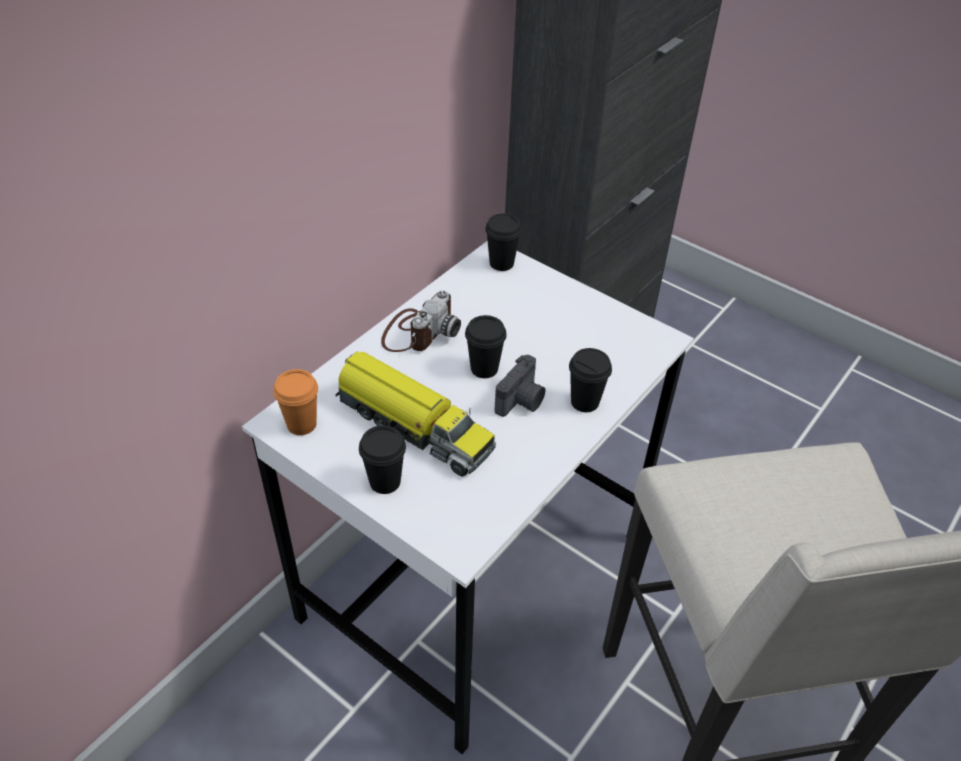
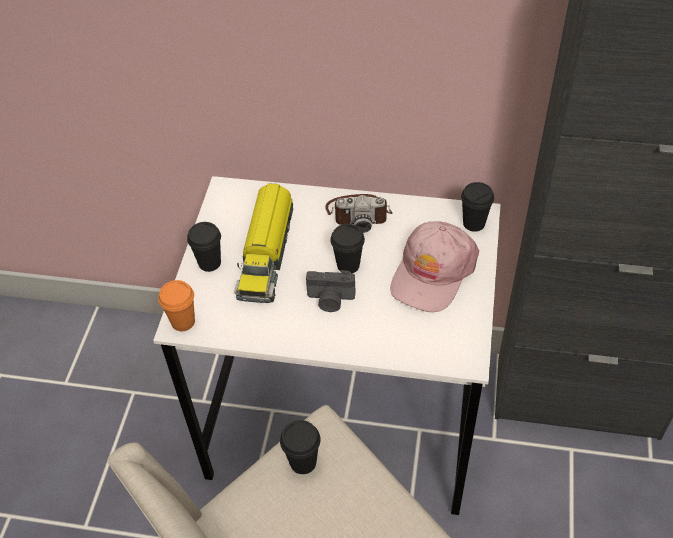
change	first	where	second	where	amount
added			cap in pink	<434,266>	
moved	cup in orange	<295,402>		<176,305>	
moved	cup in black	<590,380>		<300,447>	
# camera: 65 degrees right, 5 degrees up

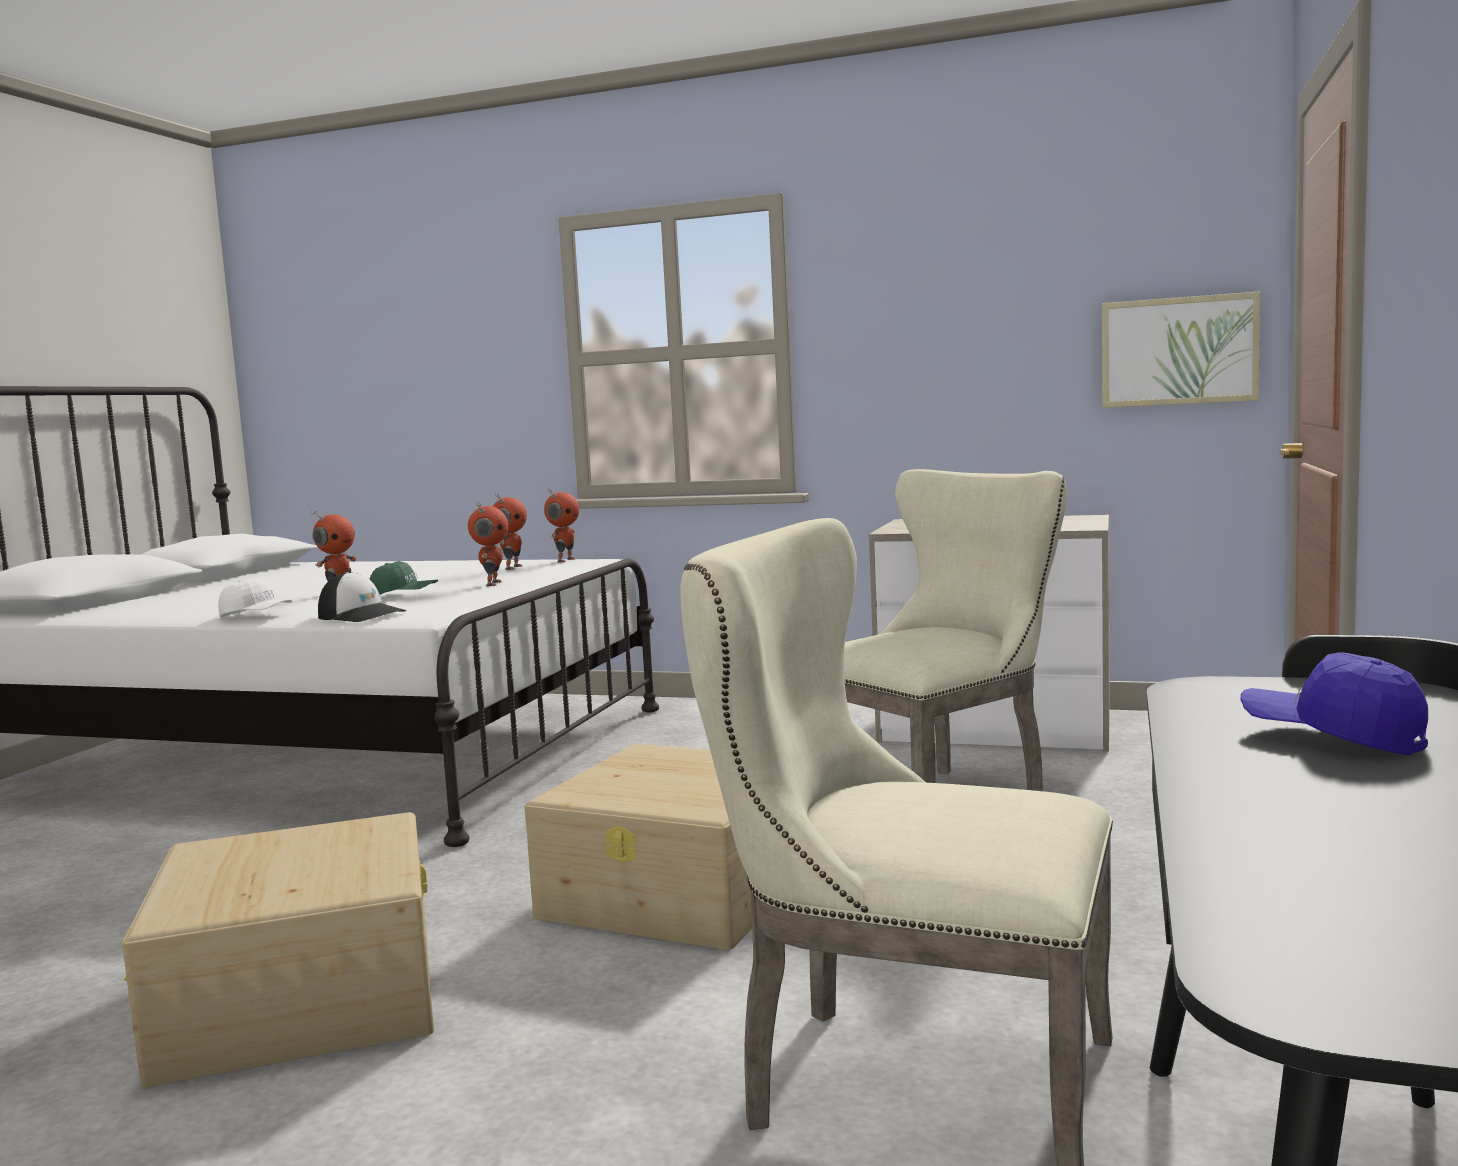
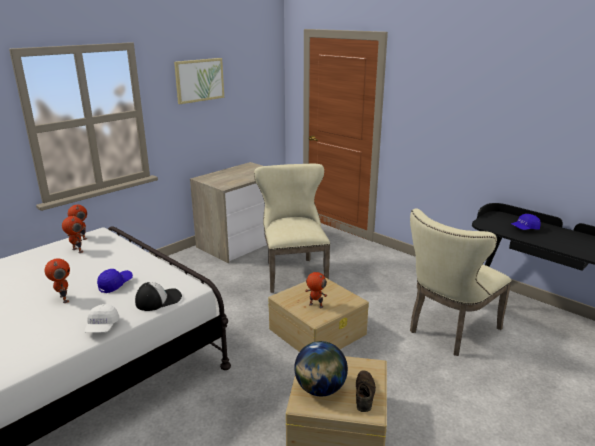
change	first	where	second	where	amount
added			globe	<321,369>	
added			shoe in brown	<366,391>	
moved	toy robot	<488,544>		<316,290>	
moved	picture	<1181,350>		<199,81>	
recoloured	cap in green	<404,578>	cap in blue	<115,281>	
turned	cap in white	<255,598>		<101,318>	135 degrees clockwise
# camera: 65 degrees left, 15 degrees up

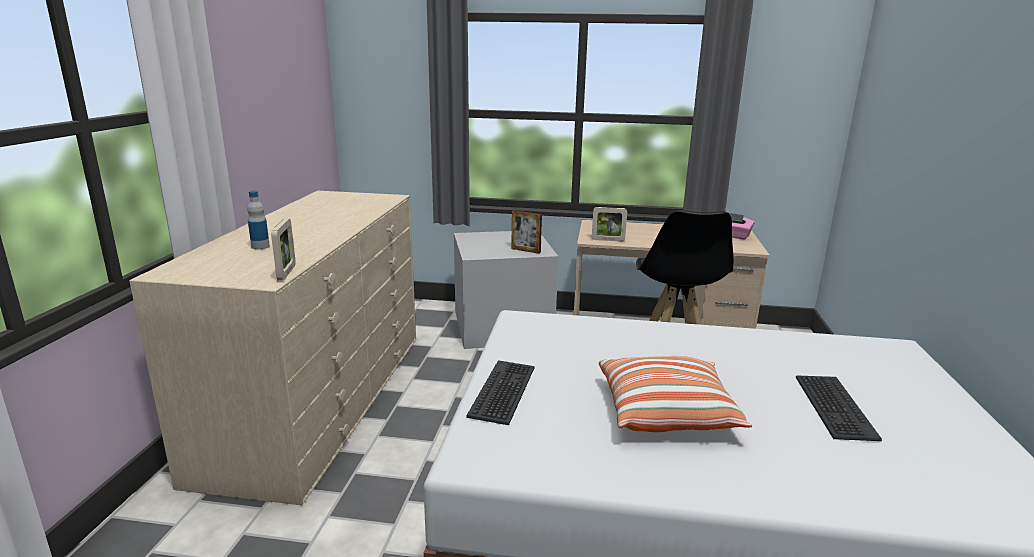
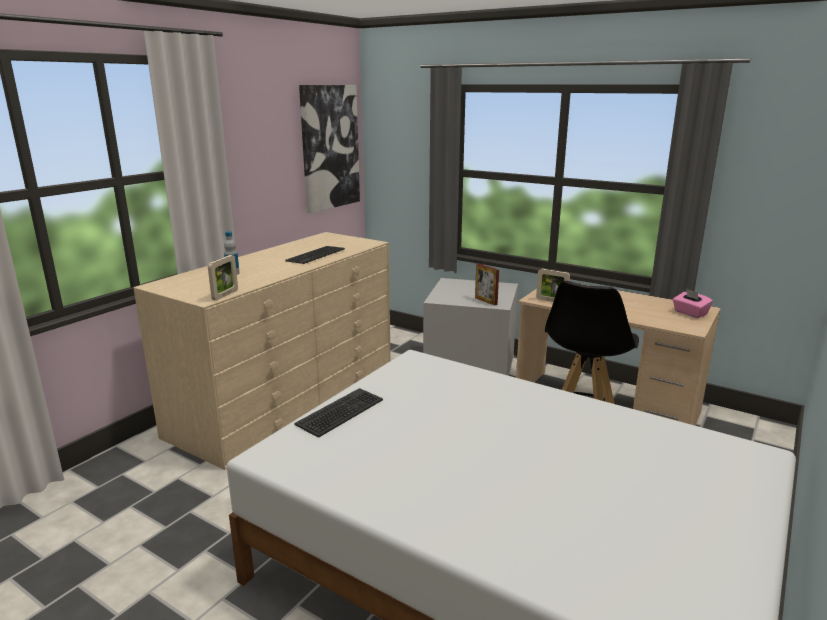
change	first	where	second	where	amount
removed	pillow	<675,394>			
added			picture	<329,149>	
moved	keyboard	<839,408>		<315,255>	
# camera: 25 degrees right, 0 degrees up

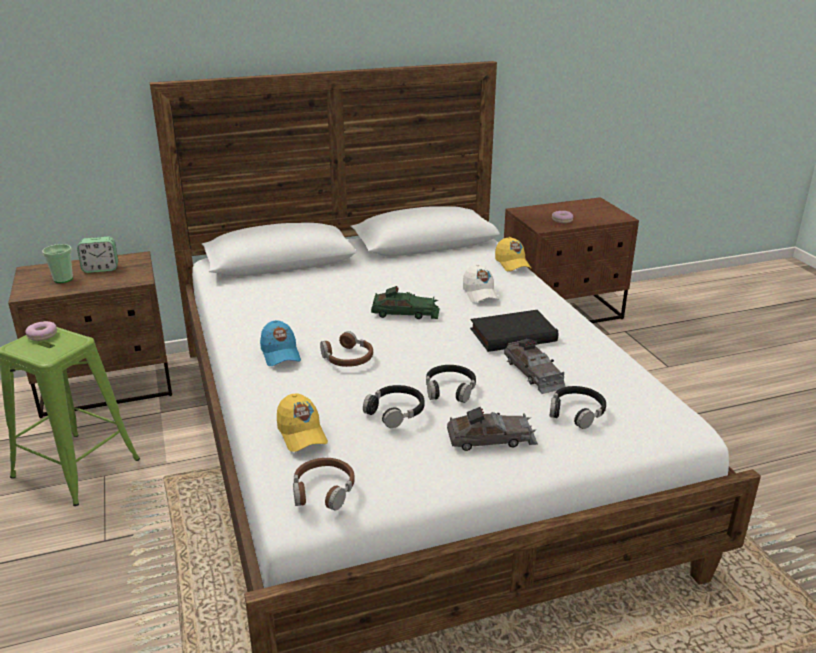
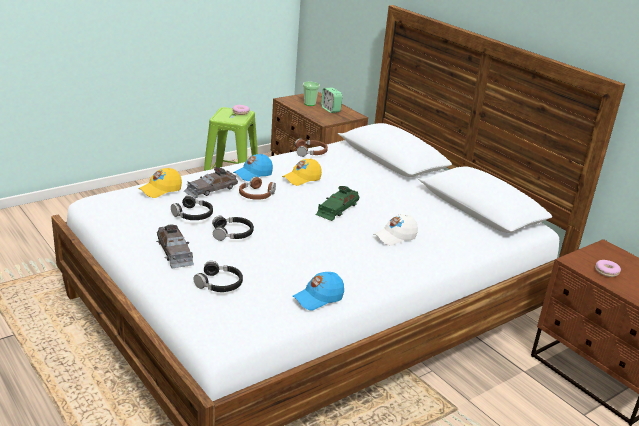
change	first	where	second	where	amount
removed	book in black	<514,331>			
added			cap in blue	<318,291>	
moved	headphones in brown	<324,484>		<311,147>	
moved	cap in yellow	<513,254>		<302,172>	
moved	toy car in grey	<535,366>		<211,182>	
turned	toy car in green	<405,302>		<337,203>	45 degrees clockwise
# camera: 70 degrees right, 0 degrees up

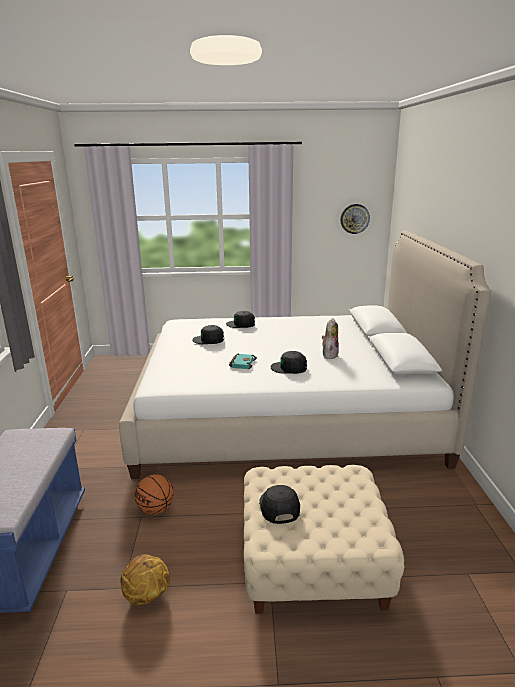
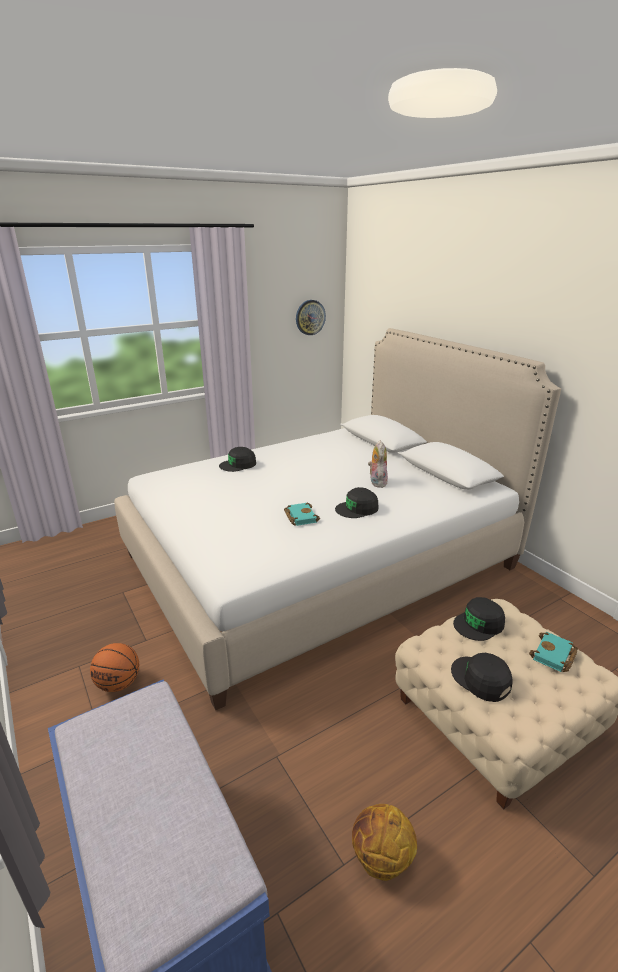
change	first	where	second	where	amount
added			book in turquoise	<553,652>	
moved	basketball	<154,494>		<114,667>	
moved	cap in black	<208,334>		<479,619>	
# camera: 30 degrees left, 5 degrees up

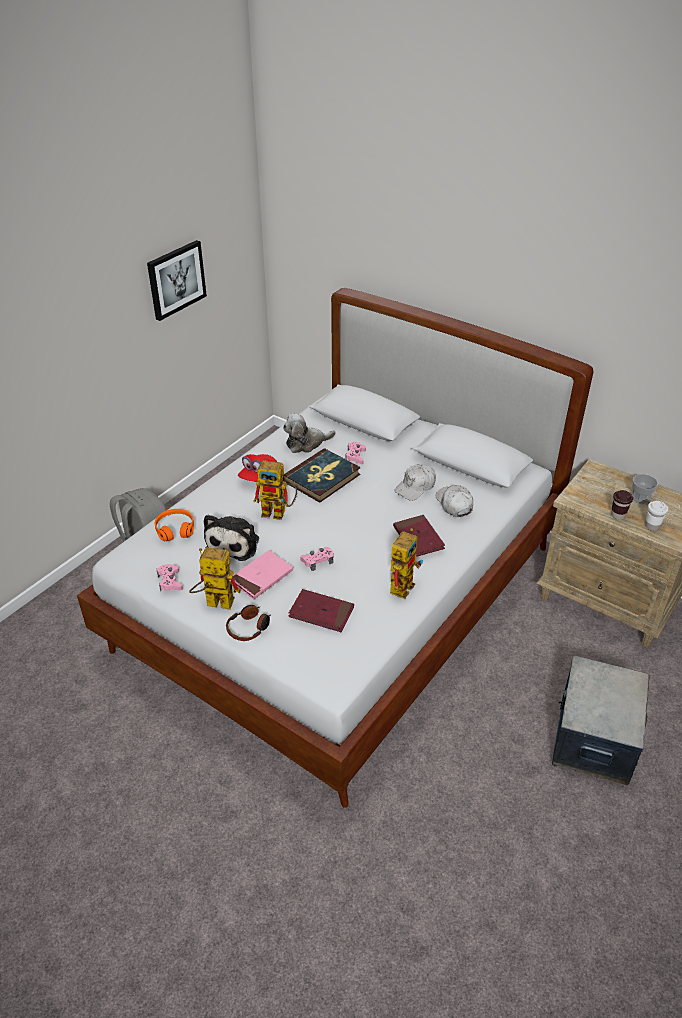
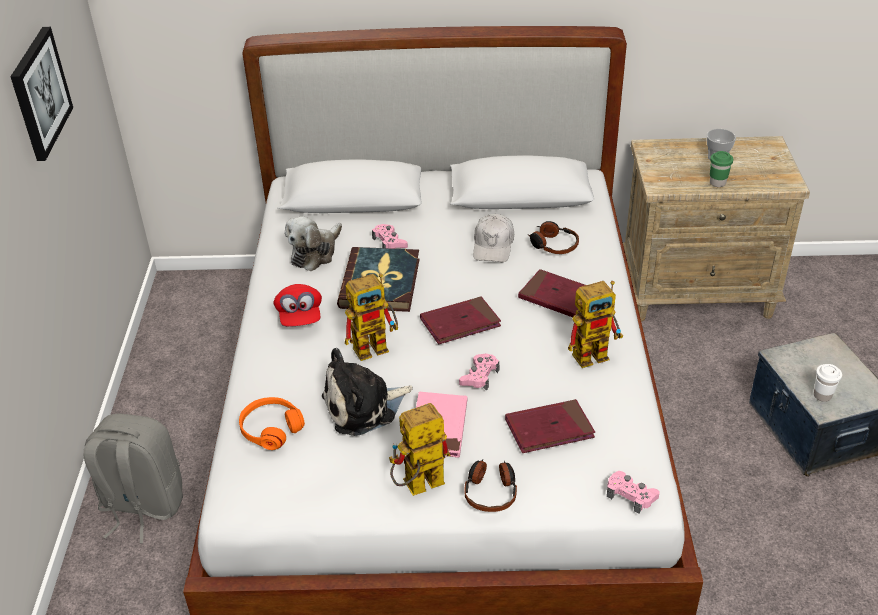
change	first	where	second	where	amount
added			book in red	<460,320>	
moved	game controller in pink	<170,578>		<633,492>	
moved	cup in white	<656,516>		<828,383>	
replaced	cap in white	<454,501>	headphones	<553,237>	
recoloured	cup in brown	<622,505>	cup in green	<721,169>	
turned	plush toy	<231,538>		<367,392>	90 degrees clockwise
turned	toy robot	<406,563>		<595,324>	75 degrees clockwise
# camera: 35 degrees left, 0 degrees up

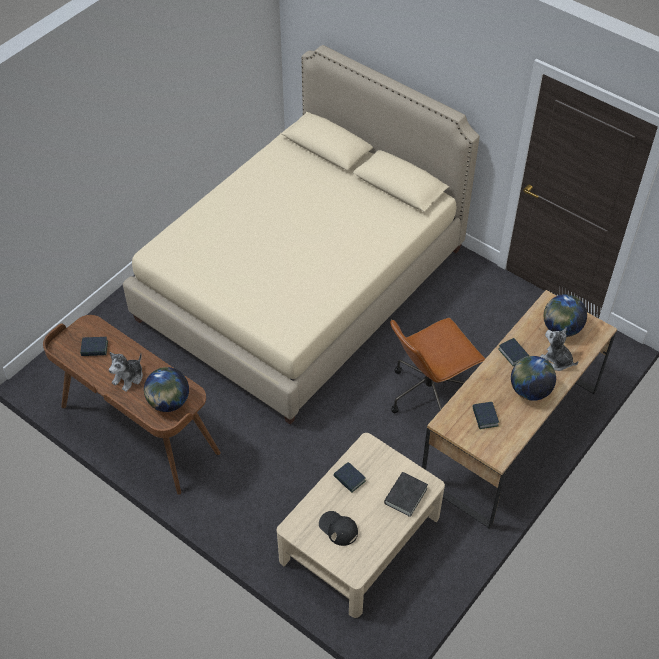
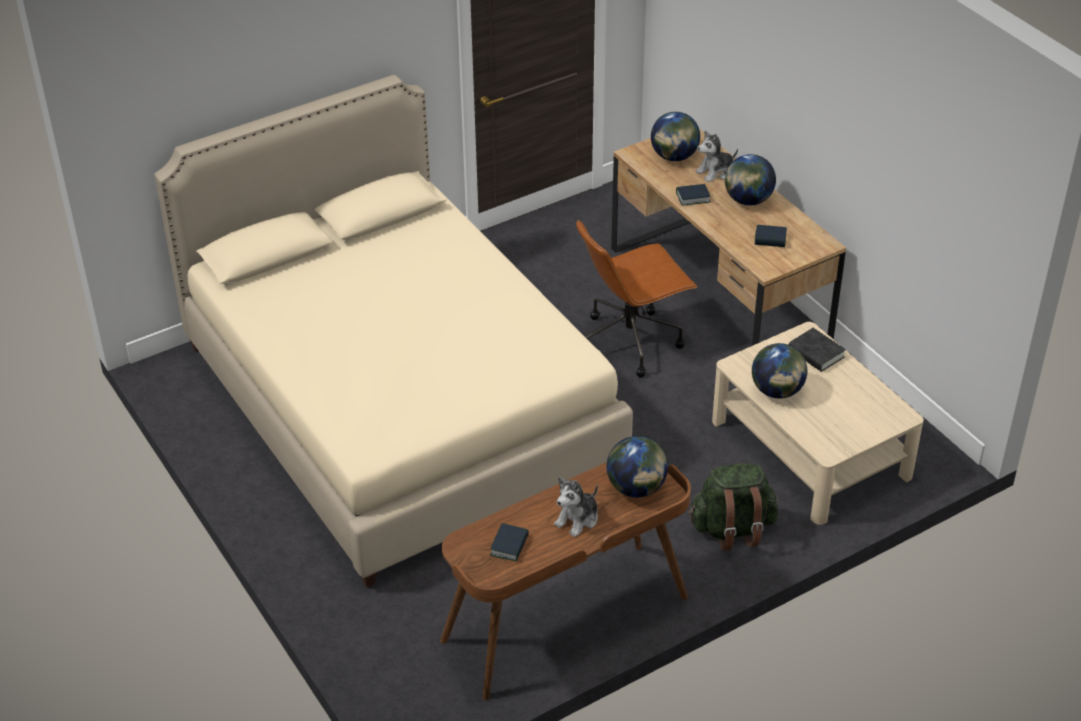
change	first	where	second	where	amount
removed	cap in black	<338,528>			
added			backpack in green	<733,507>	
replaced	book	<350,477>	globe	<779,370>	
turned	plush toy	<126,372>		<576,507>	75 degrees clockwise
turned	office chair in brown	<437,365>		<636,299>	75 degrees clockwise
# camera: 70 degrees left, 10 degrees down

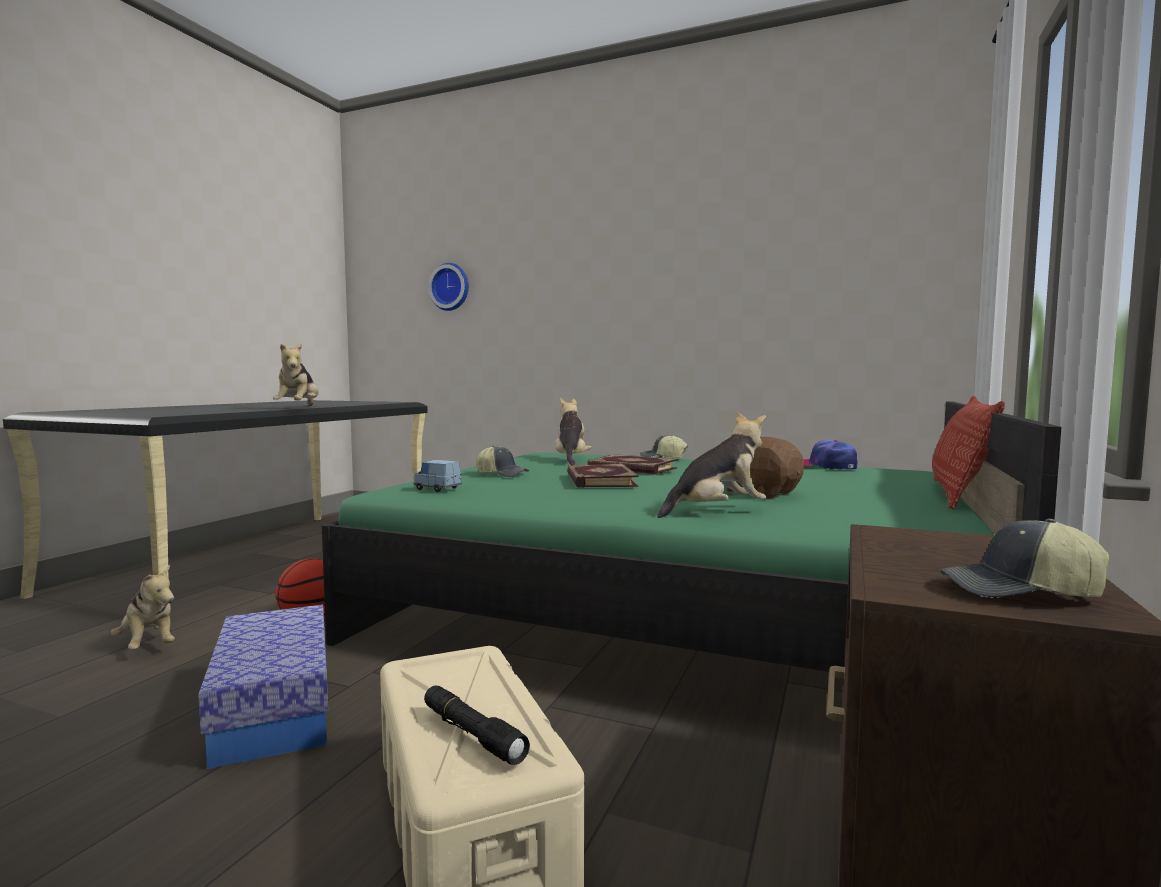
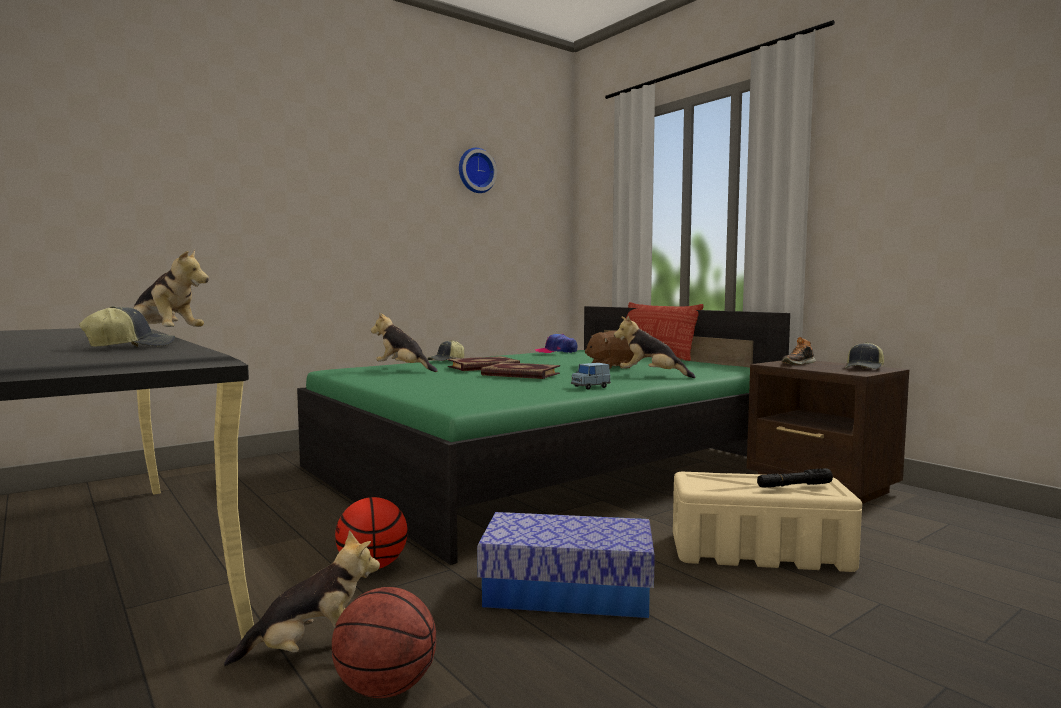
change	first	where	second	where	amount
added			basketball	<384,642>	
added			shoe	<799,351>	
moved	toy car in blue	<437,476>		<591,376>	
moved	wall clock	<448,287>		<478,170>	
moved	cap	<502,461>		<127,326>	
turned	plush toy	<711,465>		<655,346>	75 degrees counterclockwise
# camera: 60 degrees left, 0 degrees up

